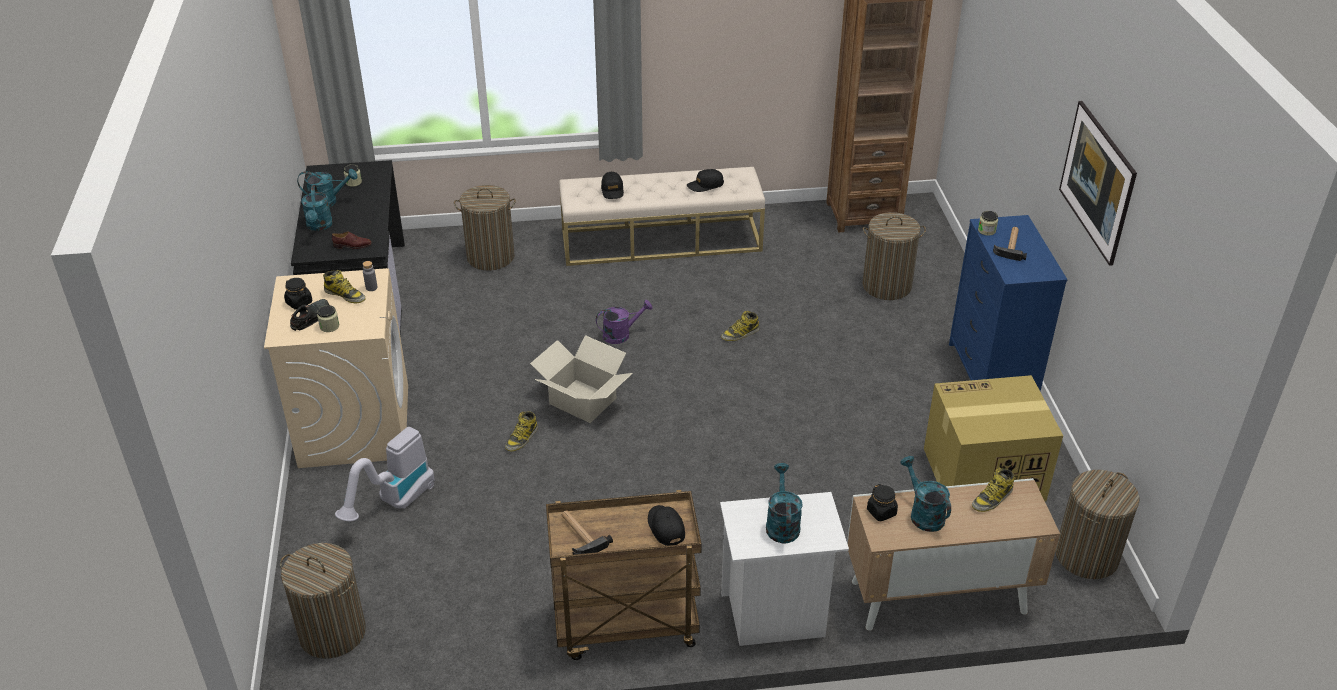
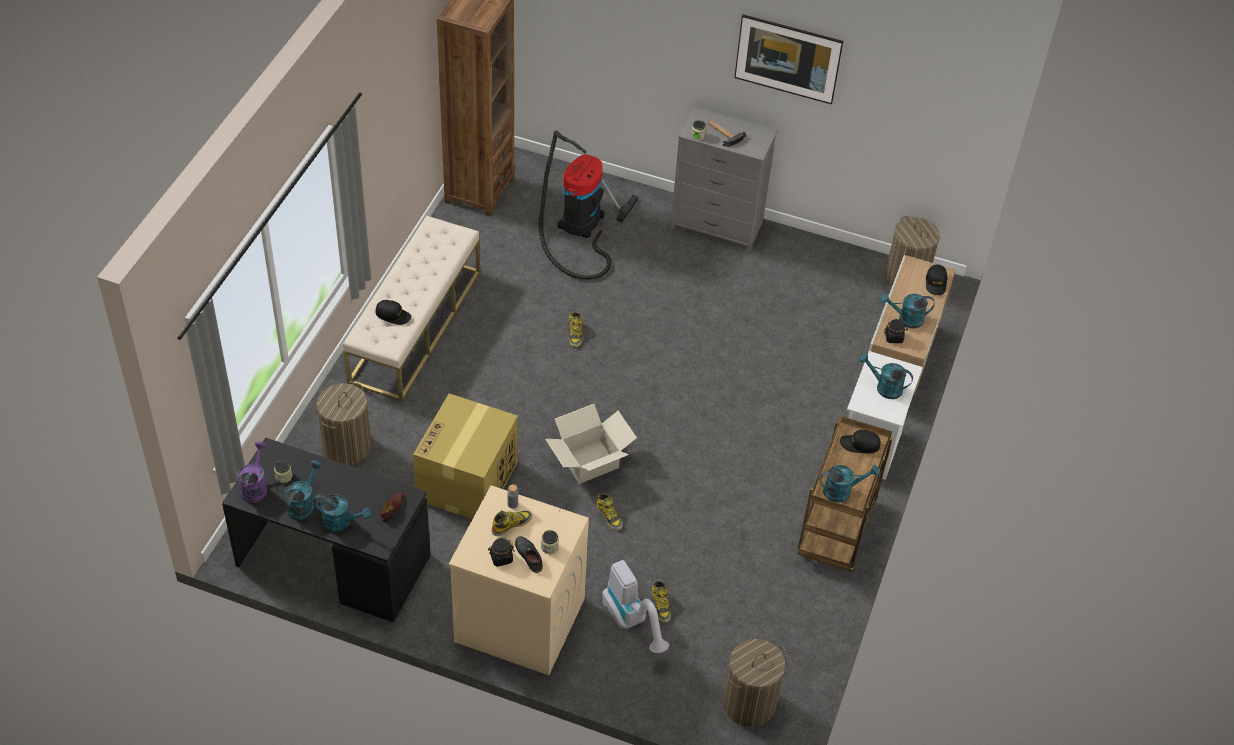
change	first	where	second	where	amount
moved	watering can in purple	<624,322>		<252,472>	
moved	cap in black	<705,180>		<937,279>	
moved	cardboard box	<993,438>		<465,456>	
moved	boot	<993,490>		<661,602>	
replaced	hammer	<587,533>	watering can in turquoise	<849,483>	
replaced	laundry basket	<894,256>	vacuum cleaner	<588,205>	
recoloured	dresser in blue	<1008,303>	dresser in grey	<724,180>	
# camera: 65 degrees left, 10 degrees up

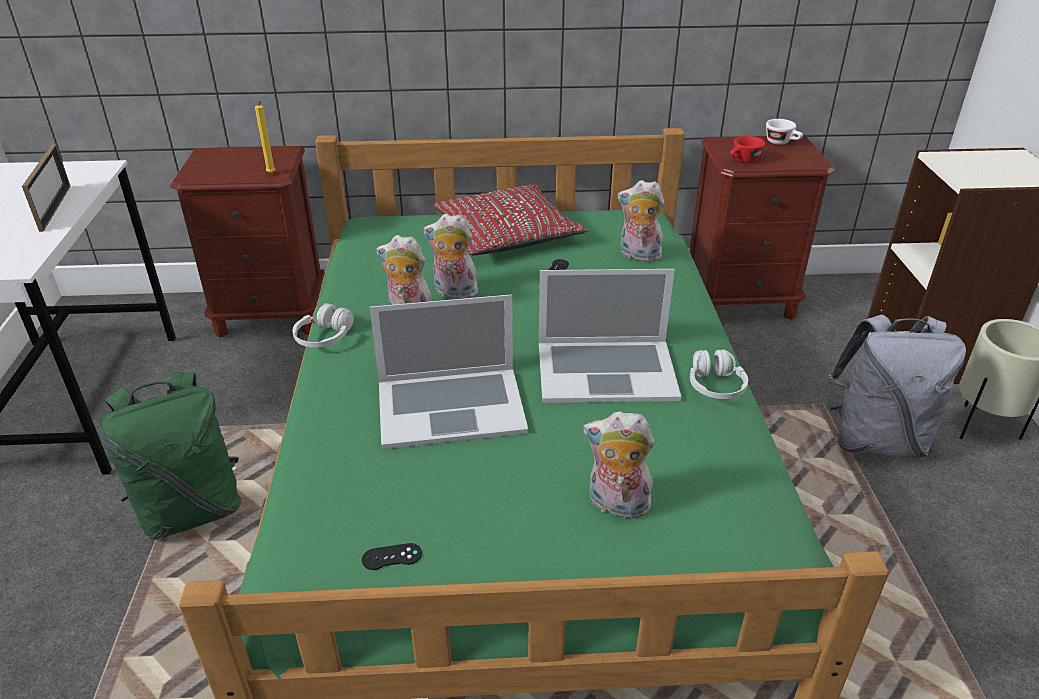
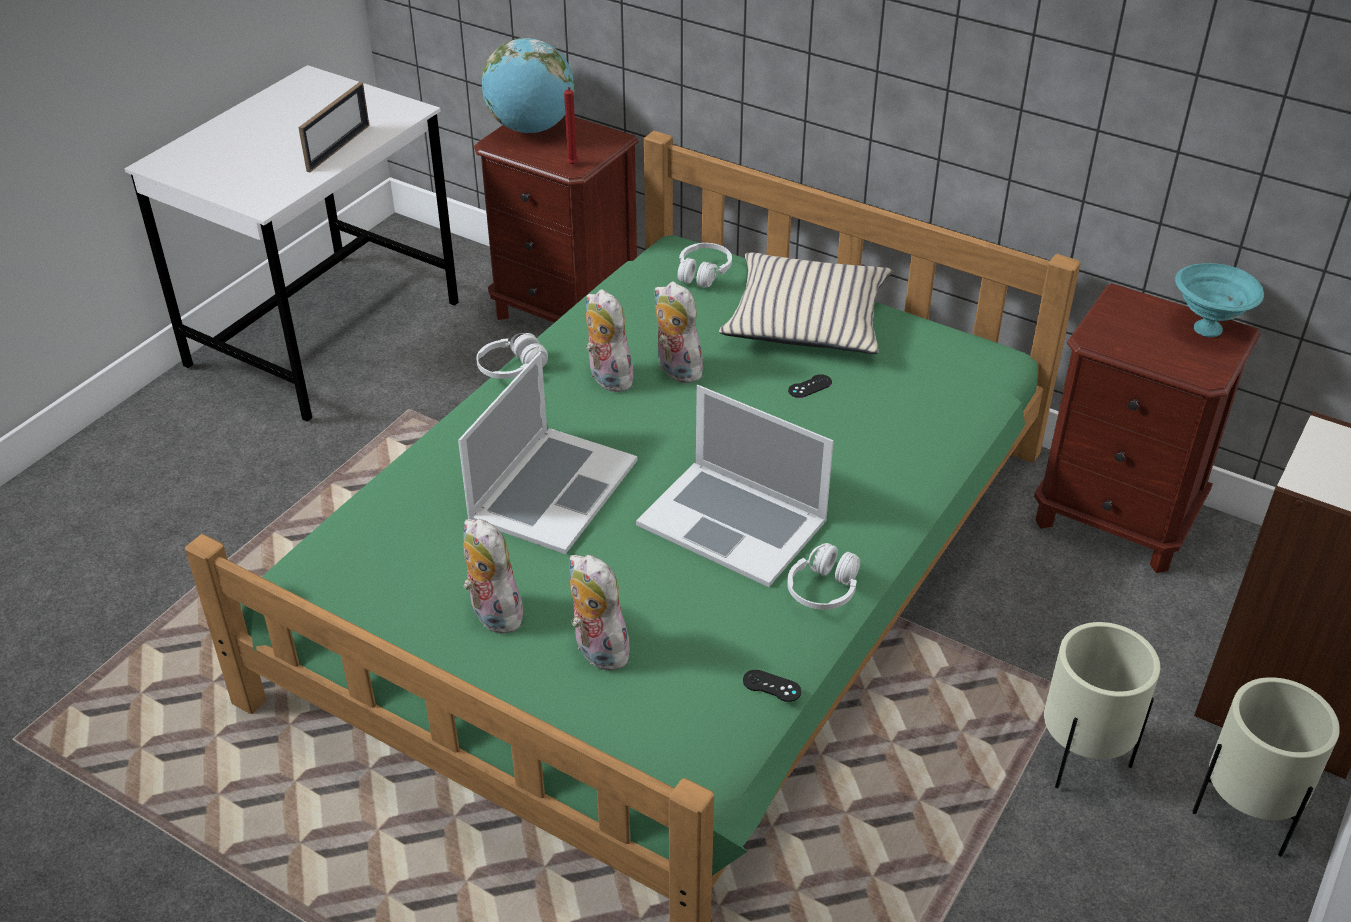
change	first	where	second	where	amount
removed	backpack in green	<170,456>			
removed	cup in red	<747,149>			
added			globe	<528,85>	
added			headphones in white	<704,265>	
moved	game controller in black	<392,556>		<772,686>	
moved	plush toy	<641,221>		<493,576>	
replaced	cup in white	<784,132>	bowl in turquoise	<1219,300>	
replaced	backpack in grey	<897,386>	planter in beige	<1102,705>	
recoloured	candle in yellow	<265,137>	candle in red	<571,126>	
recoloured	pillow in red	<510,219>	pillow in beige	<806,303>	
turned	laptop	<448,371>		<547,453>	90 degrees counterclockwise
# camera: 35 degrees right, 5 degrees up

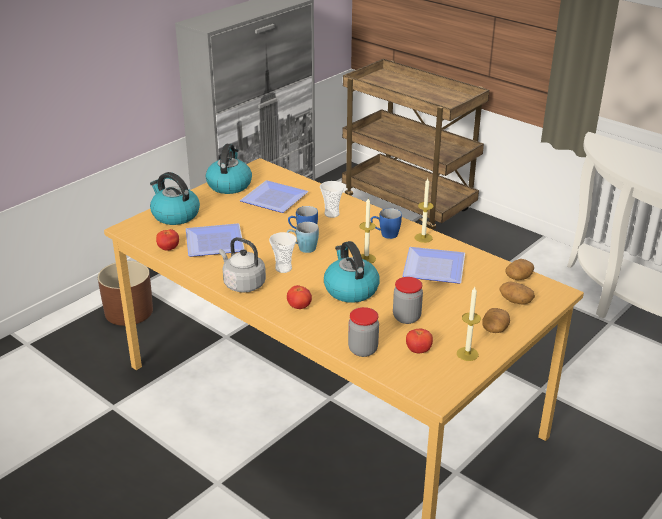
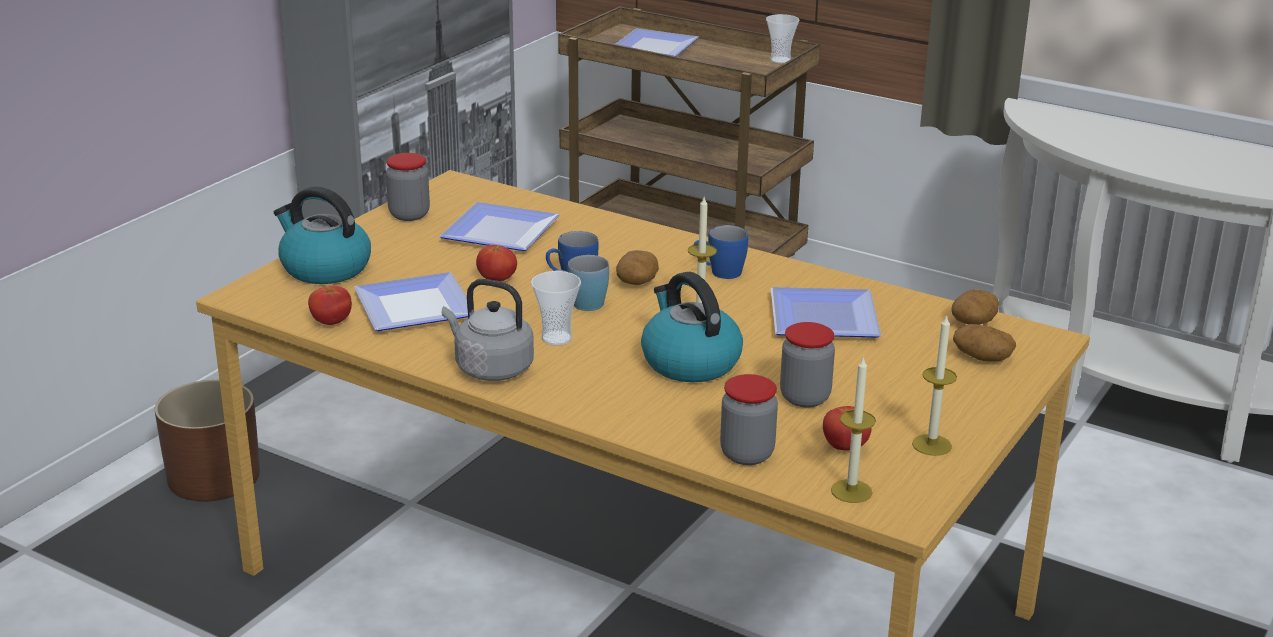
change	first	where	second	where	amount
added			plate	<657,42>	
moved	tomato	<299,297>		<496,263>	
moved	cup	<332,199>		<782,39>	
moved	candle	<424,210>		<853,429>	
moved	potato	<496,320>		<637,267>	
replaced	kettle	<229,169>	jar	<408,187>	
# camera: 10 degrees left, 5 degrees down

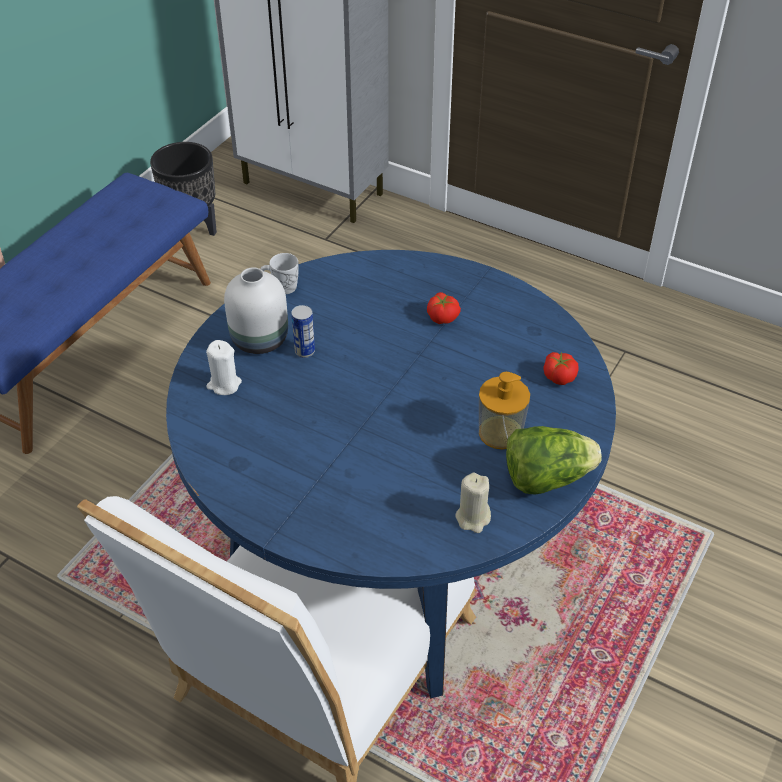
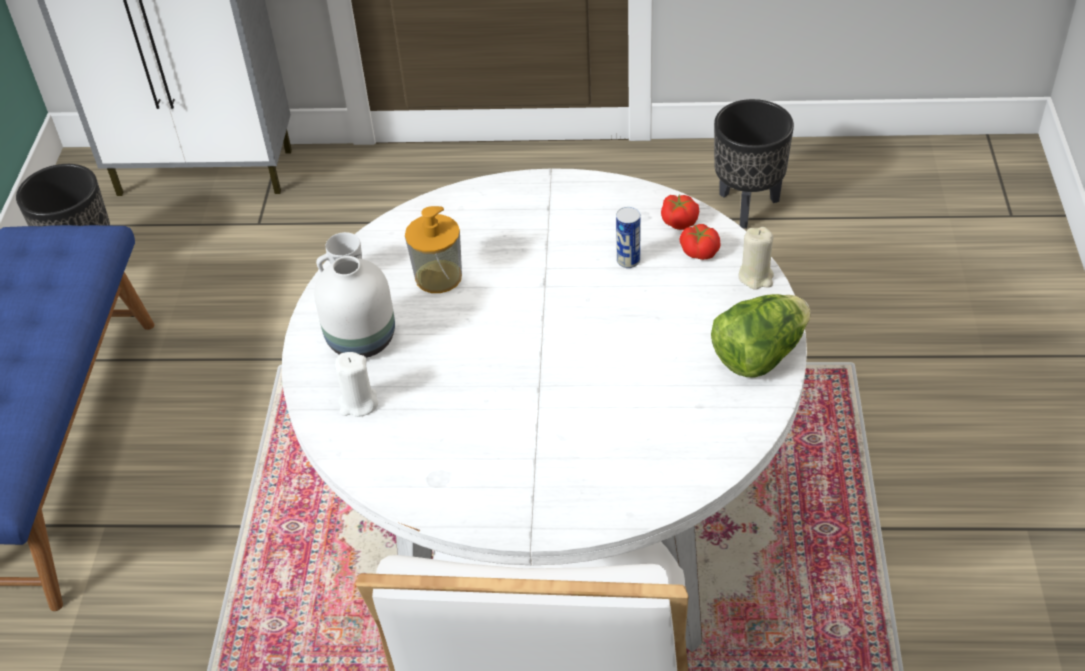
change	first	where	second	where	amount
added			planter in black	<754,164>	
moved	can	<303,331>		<628,237>	
moved	tomato	<444,308>		<680,212>	
moved	candle in beige	<473,502>		<756,258>	
moved	soap dispenser	<504,411>		<433,249>	
recoloured	dining table in blue	<391,474>	dining table in white	<544,410>	
# camera: 25 degrees left, 0 degrees up

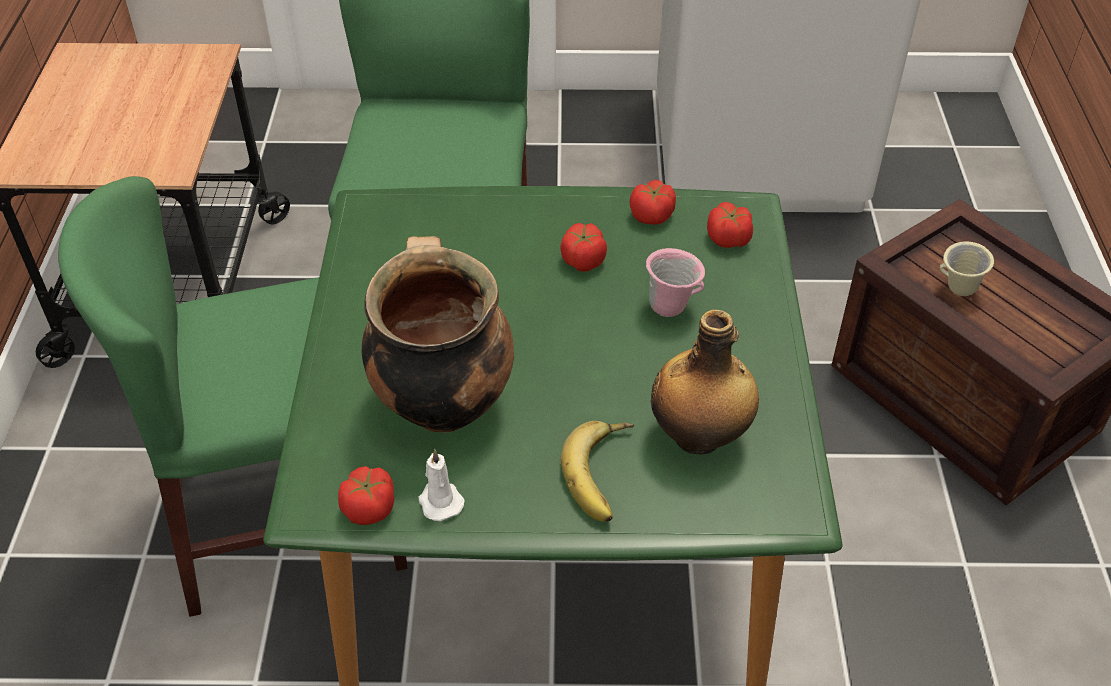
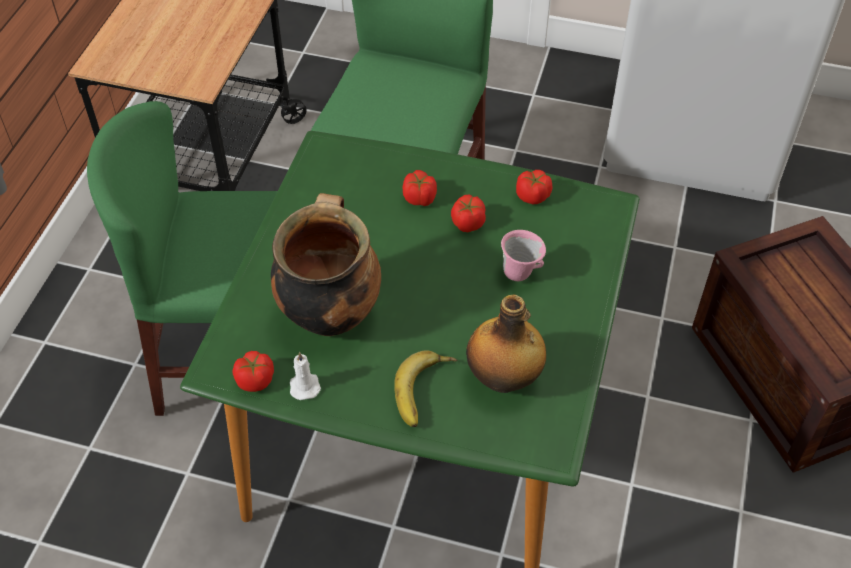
change	first	where	second	where	amount
removed	mug in beige	<967,269>			
moved	tomato	<730,225>		<420,188>	
# camera: 15 degrees right, 5 degrees up

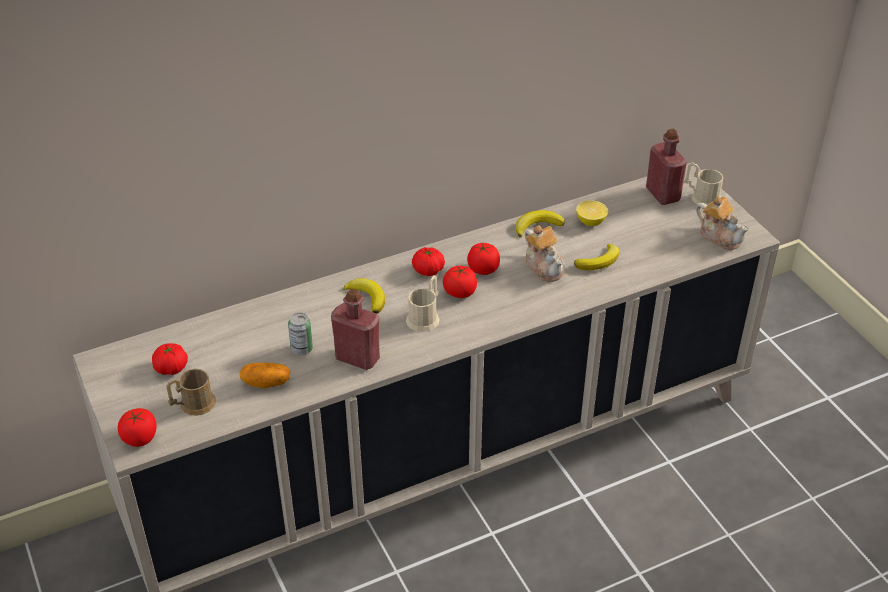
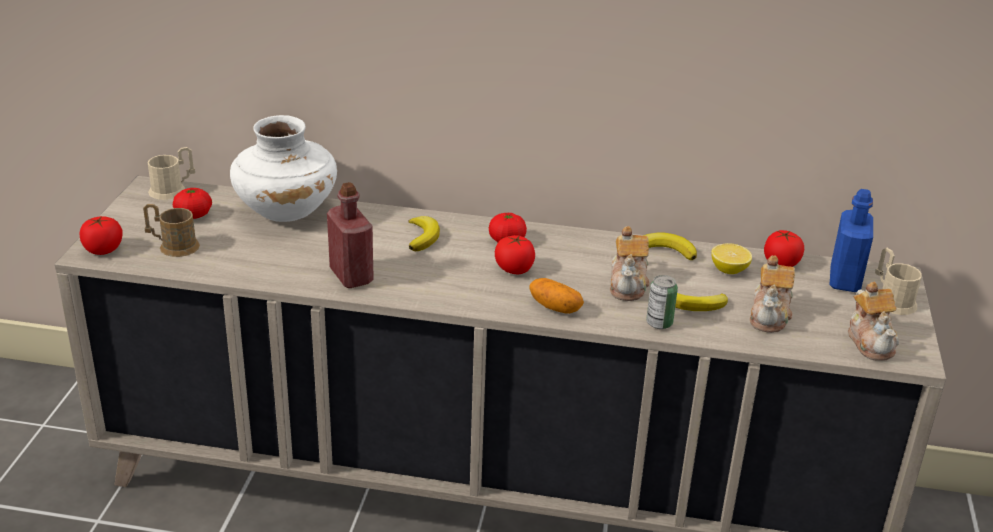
change	first	where	second	where	amount
added			vase in white	<283,168>	
added			teapot	<772,294>	
moved	potato	<265,375>		<556,296>	
moved	can	<300,334>		<662,302>	
moved	mug in beige	<423,304>		<171,173>	
moved	tomato	<483,259>		<784,248>	
recoloured	bottle in red	<666,167>	bottle in blue	<851,240>	
# camera: 35 degrees right, 10 degrees down

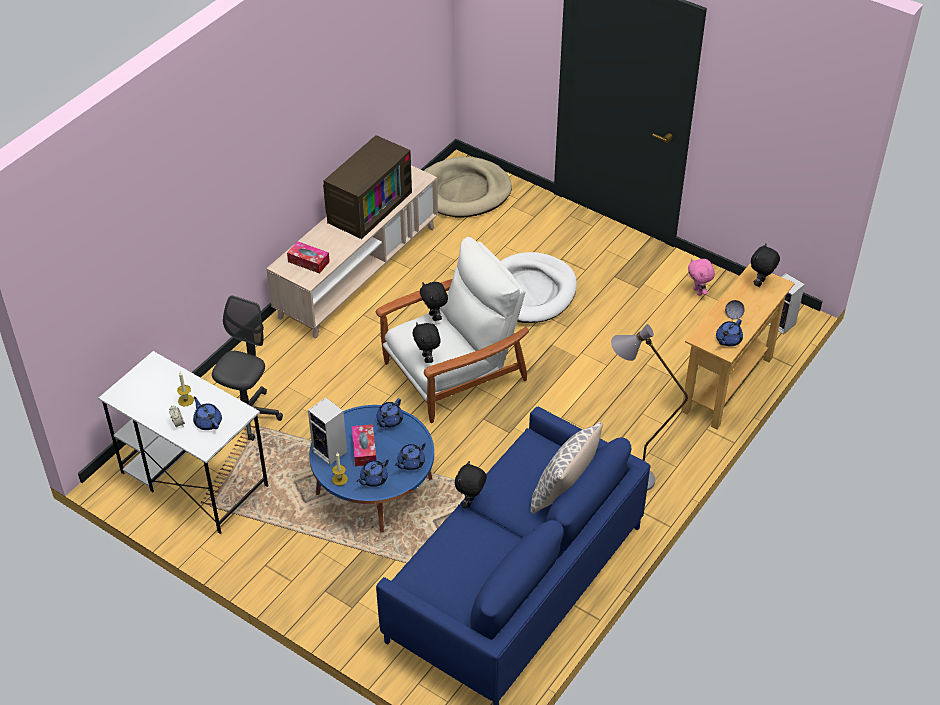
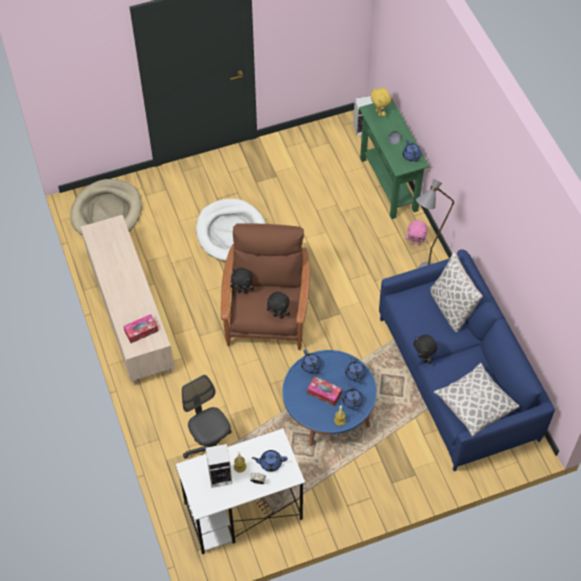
change	first	where	second	where	amount
removed	television	<367,187>			
added			pillow	<476,400>	
moved	speaker	<327,431>		<218,466>	
moved	plush toy in pink	<701,277>		<416,233>	
recoloured	armchair in white	<452,330>	armchair in brown	<265,286>	
recoloured	console table in beige	<738,346>	console table in green	<394,158>	
recoloured	plush toy in black	<765,265>	plush toy in yellow	<380,102>	
# camera: 55 degrees left, 10 degrees up

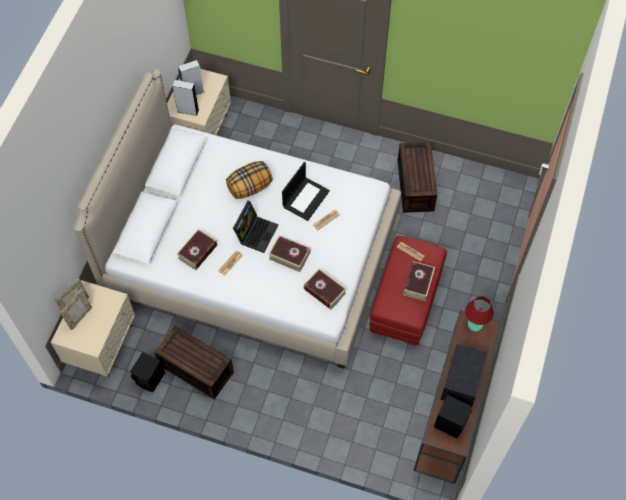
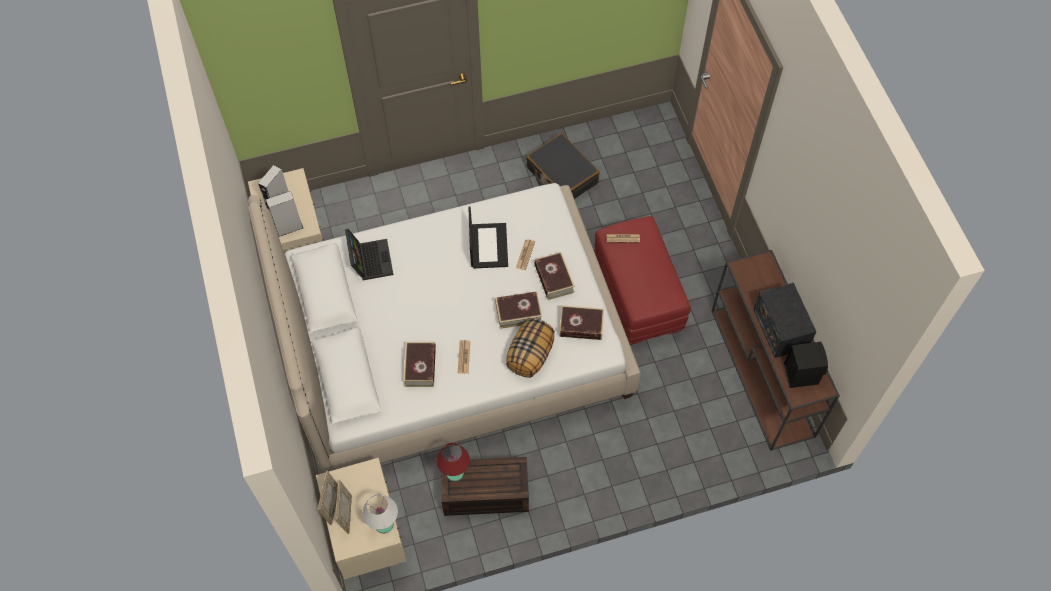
change	first	where	second	where	amount
removed	speaker in black	<147,372>			
added			table lamp in white	<380,513>	
moved	pillow	<249,180>		<530,348>	
moved	laptop	<255,227>		<369,254>	
moved	book	<419,281>		<554,276>	
moved	table lamp in red	<479,314>		<453,462>	
replaced	storage box in brown	<417,177>	suitcase in black	<563,166>	
# camera: 35 degrees left, 0 degrees up

